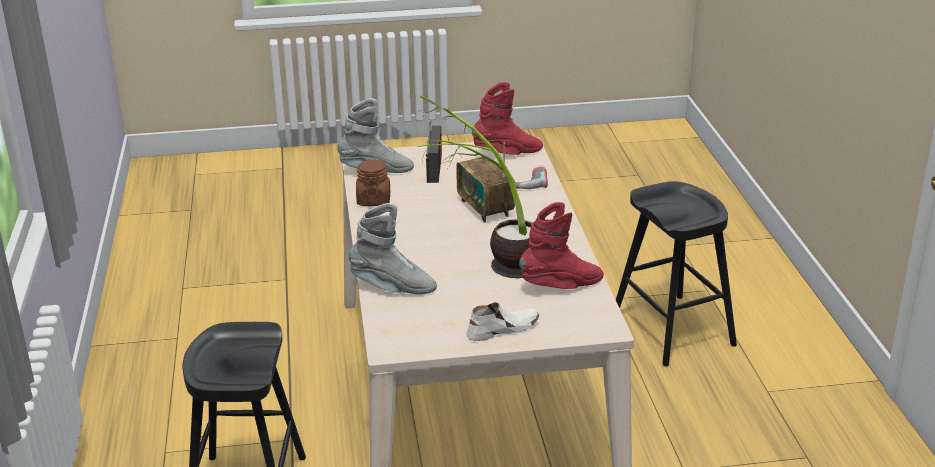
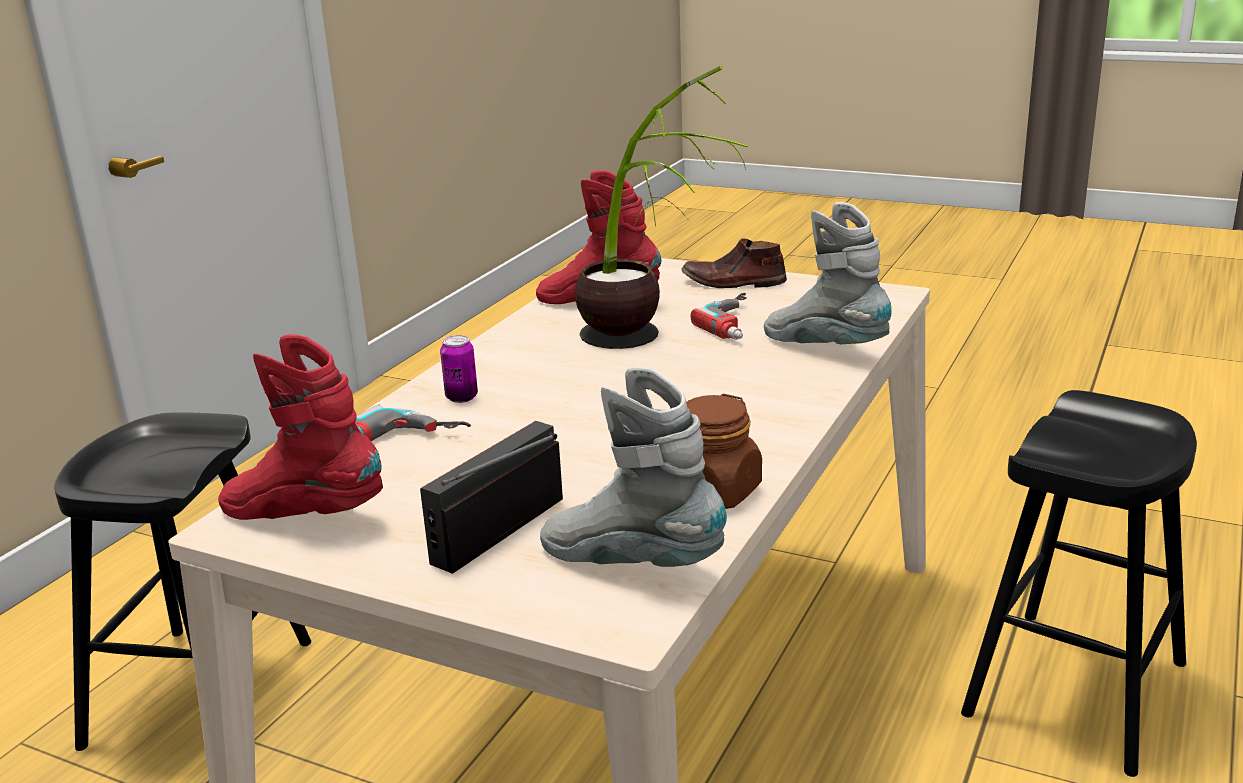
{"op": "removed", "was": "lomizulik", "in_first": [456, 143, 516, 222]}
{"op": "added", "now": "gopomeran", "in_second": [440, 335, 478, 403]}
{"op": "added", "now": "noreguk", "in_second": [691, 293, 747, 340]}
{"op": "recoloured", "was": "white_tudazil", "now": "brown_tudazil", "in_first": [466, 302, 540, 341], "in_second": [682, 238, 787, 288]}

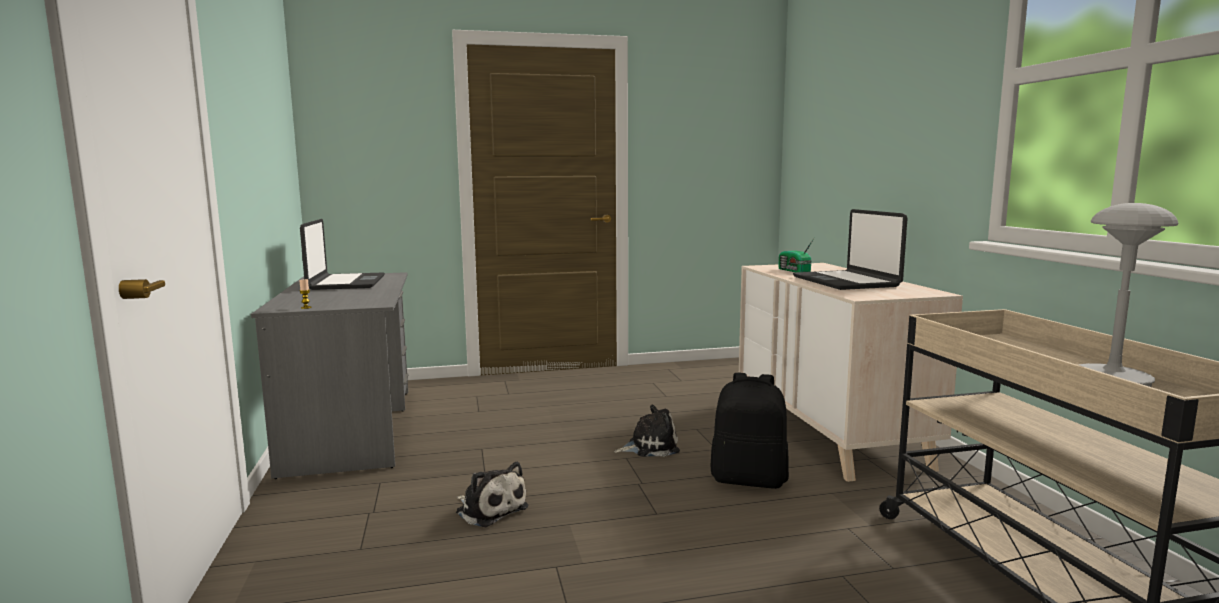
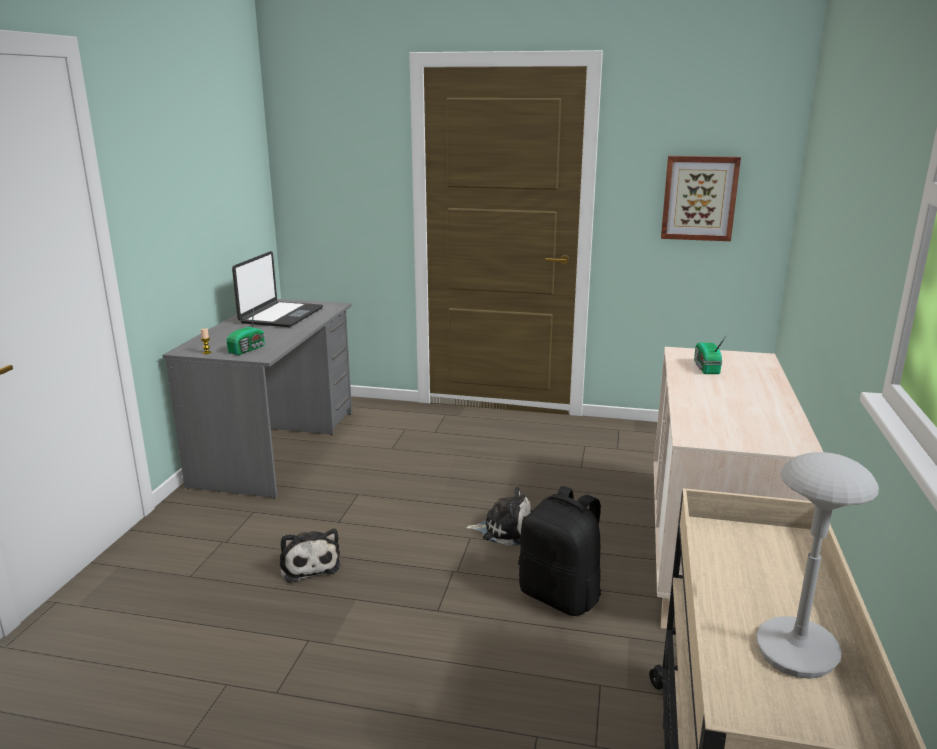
{"op": "removed", "was": "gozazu", "in_first": [793, 209, 907, 290]}
{"op": "added", "now": "lomizulik", "in_second": [226, 307, 265, 355]}
{"op": "added", "now": "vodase", "in_second": [661, 156, 741, 241]}

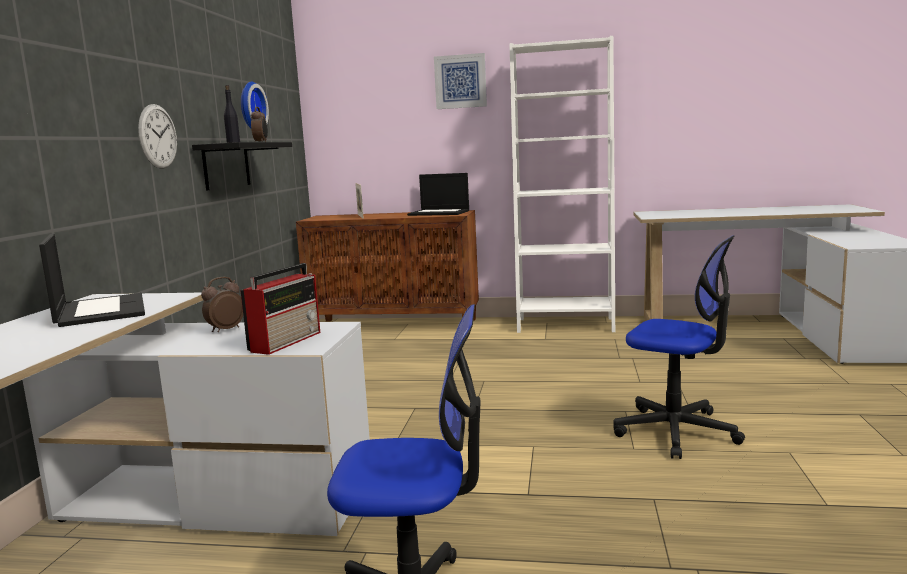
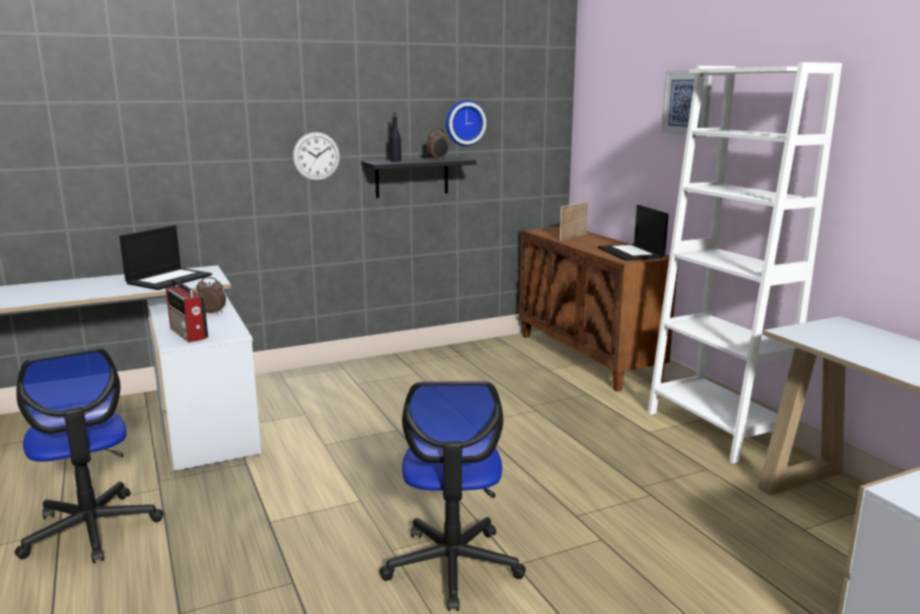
{"op": "turned", "was": "lomizulik", "in_first": [240, 263, 320, 355], "in_second": [166, 279, 208, 342], "clockwise": 60}

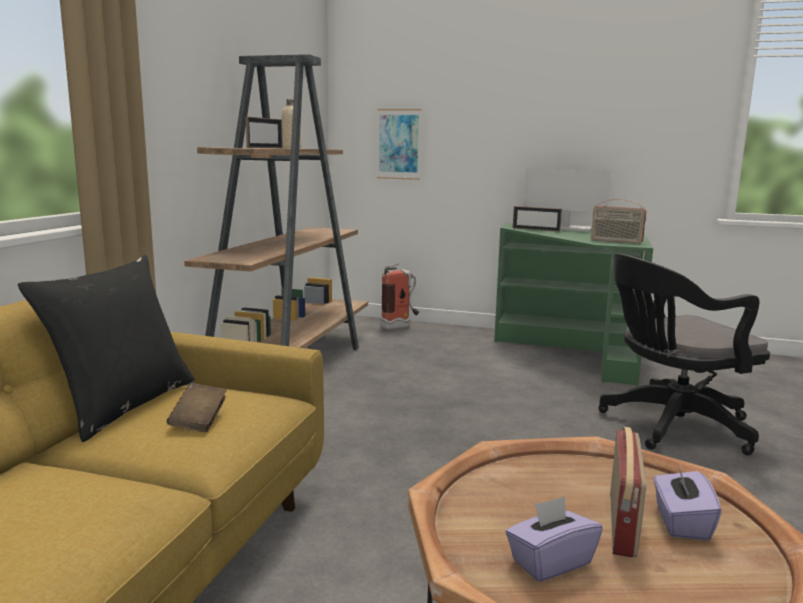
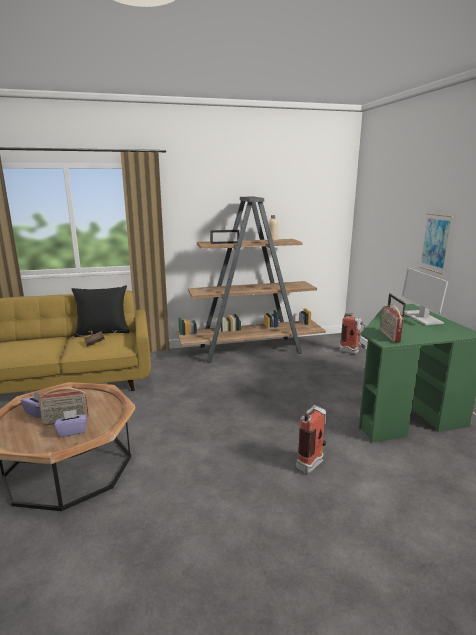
{"op": "moved", "was": "vodase", "in_first": [377, 109, 421, 180], "in_second": [419, 213, 453, 275]}
{"op": "replaced", "was": "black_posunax", "now": "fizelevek", "in_first": [598, 254, 770, 455], "in_second": [296, 405, 327, 474]}

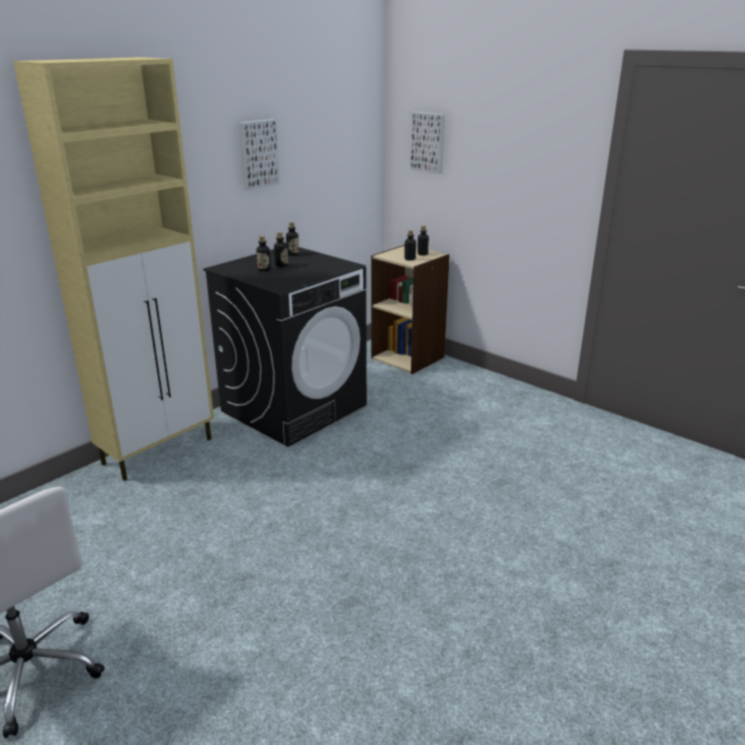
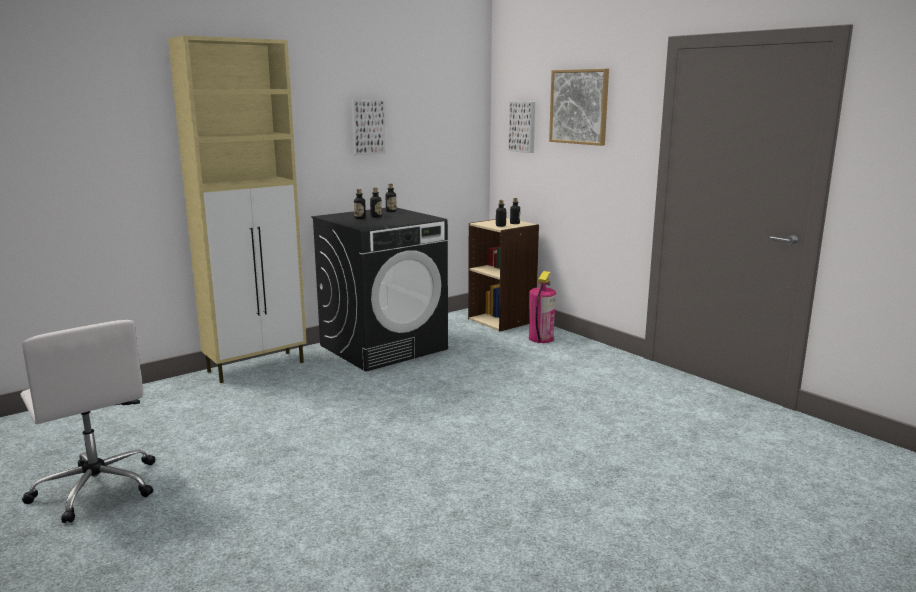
{"op": "added", "now": "fizelevek", "in_second": [529, 271, 557, 343]}
{"op": "added", "now": "vodase", "in_second": [549, 69, 609, 146]}

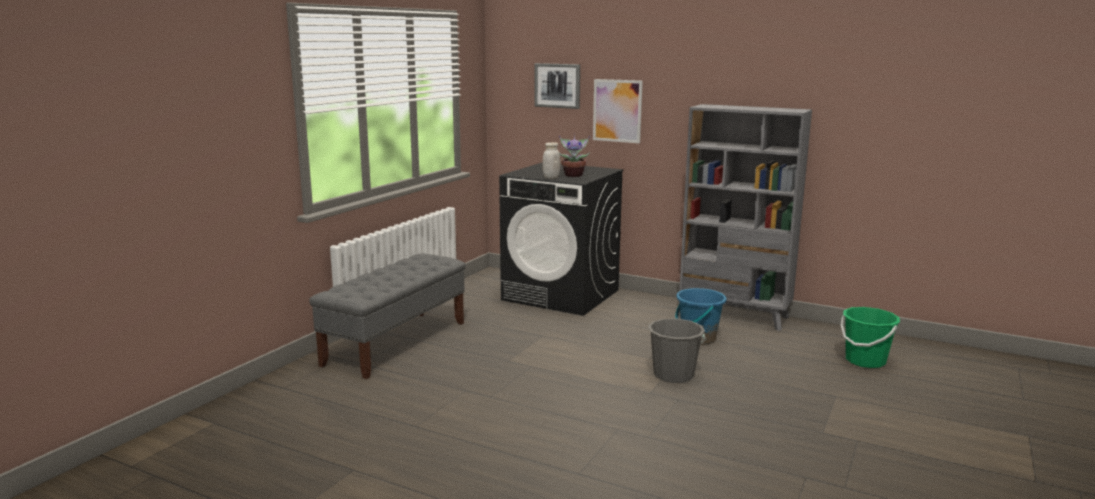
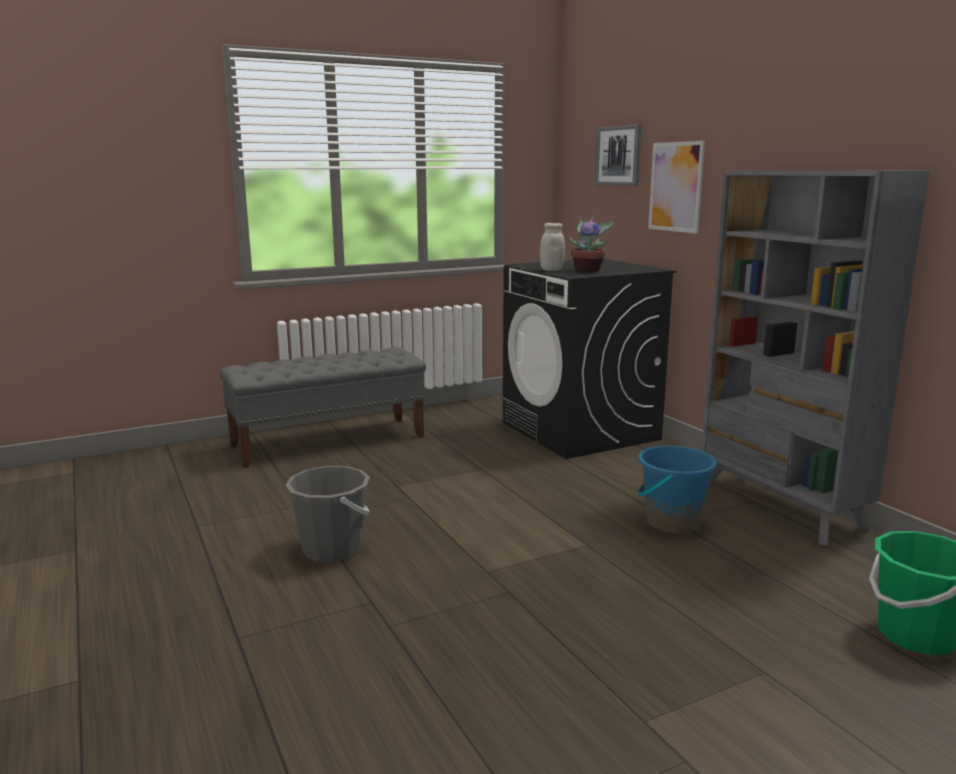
{"op": "moved", "was": "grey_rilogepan", "in_first": [648, 319, 706, 383], "in_second": [286, 466, 370, 562]}

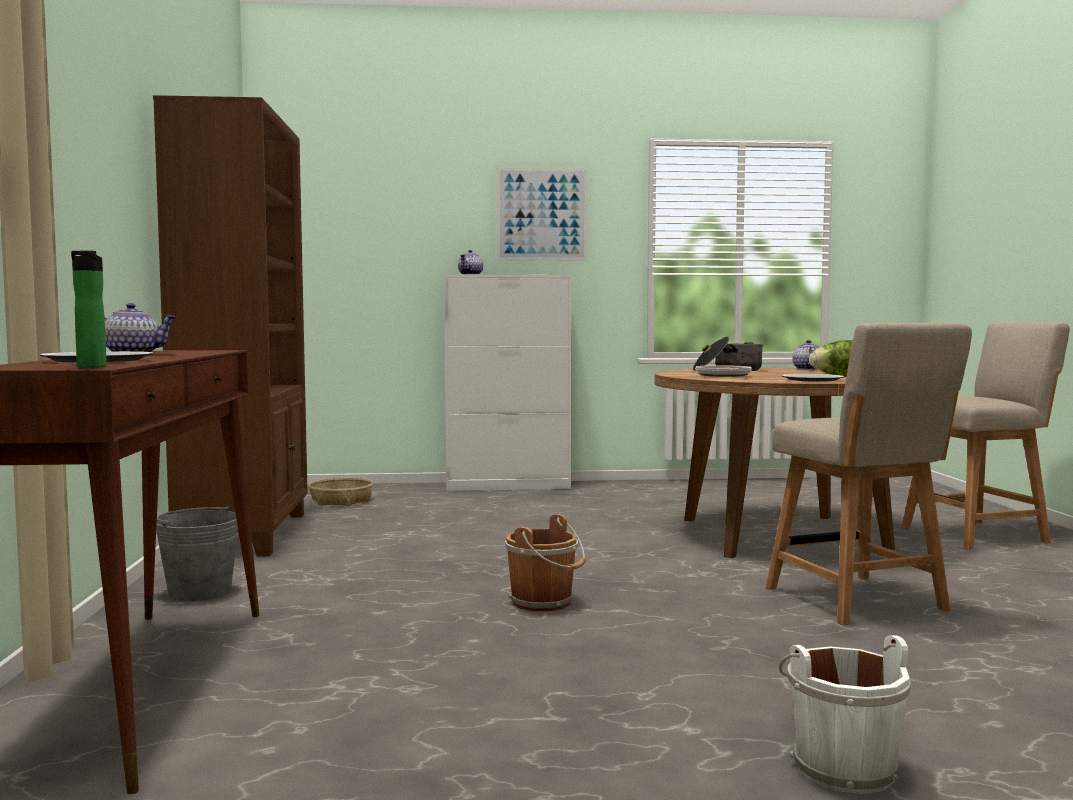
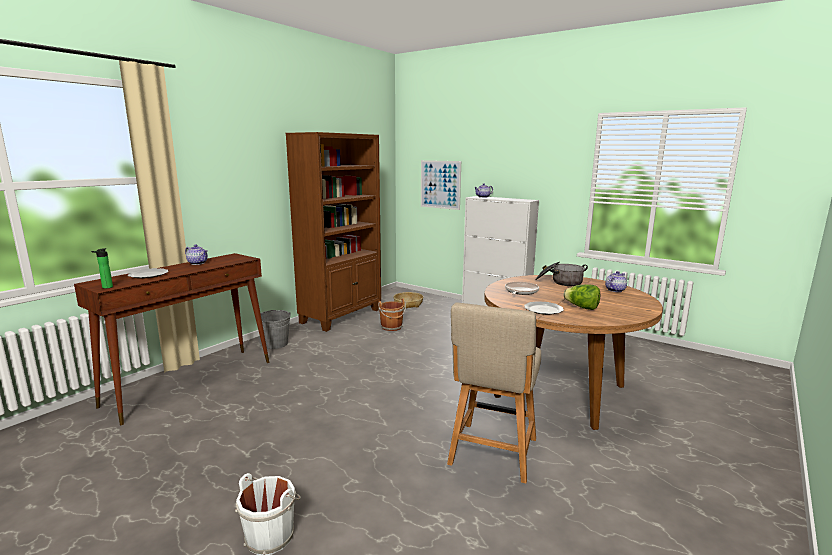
{"op": "removed", "was": "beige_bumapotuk", "in_first": [902, 321, 1070, 550]}
{"op": "moved", "was": "vodase", "in_first": [497, 168, 588, 261], "in_second": [421, 160, 461, 210]}
{"op": "moved", "was": "brown_rilogepan", "in_first": [505, 514, 586, 611], "in_second": [378, 298, 406, 331]}

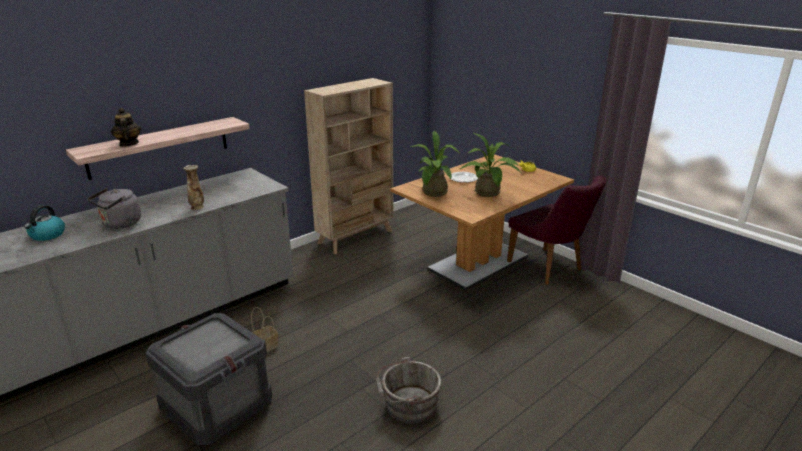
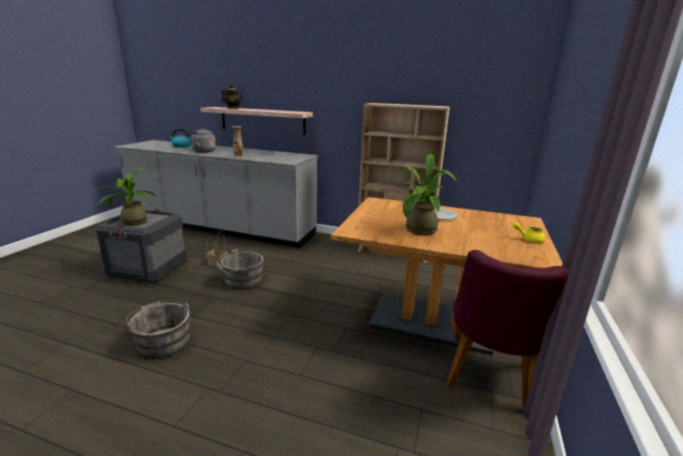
{"op": "added", "now": "grey_rilogepan", "in_second": [216, 249, 264, 290]}
{"op": "moved", "was": "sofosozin", "in_first": [410, 131, 459, 197], "in_second": [92, 167, 158, 226]}

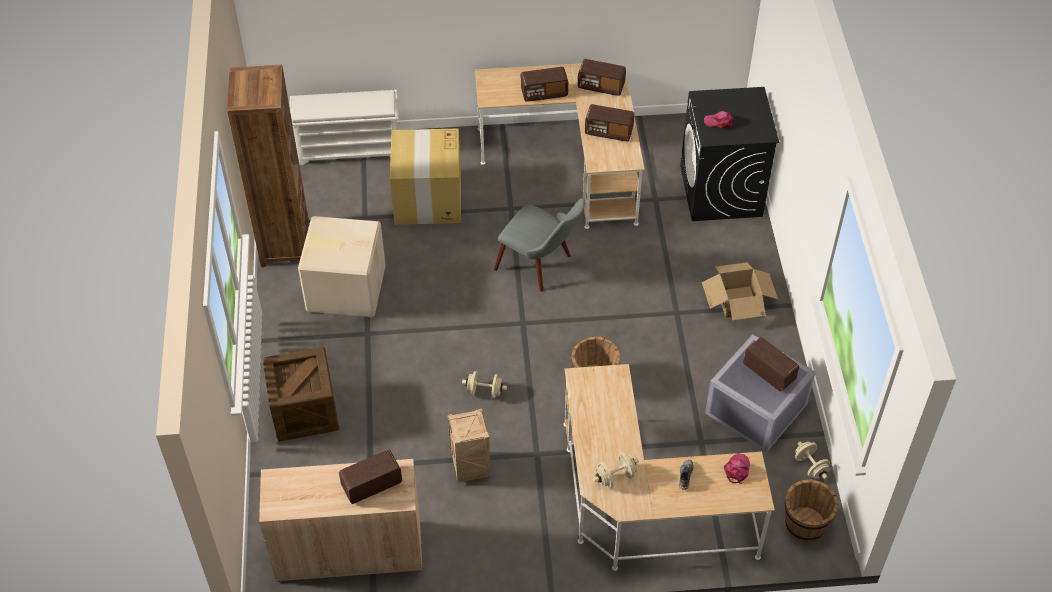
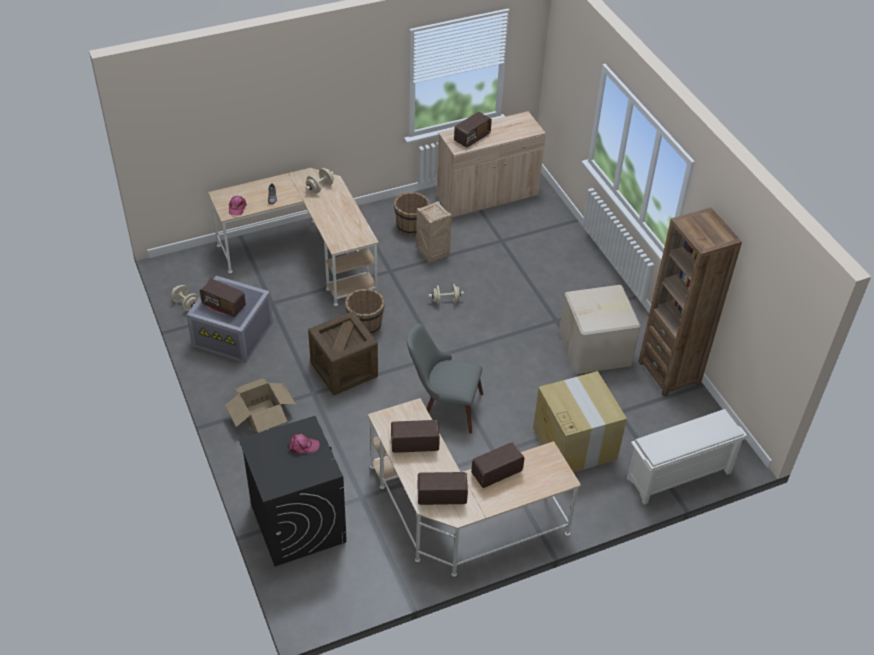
{"op": "moved", "was": "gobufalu", "in_first": [263, 347, 339, 442], "in_second": [308, 311, 378, 395]}
{"op": "moved", "was": "brown_rilogepan", "in_first": [785, 479, 839, 542], "in_second": [394, 192, 430, 236]}

